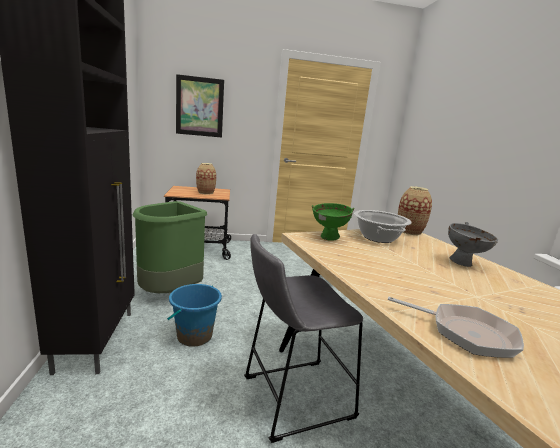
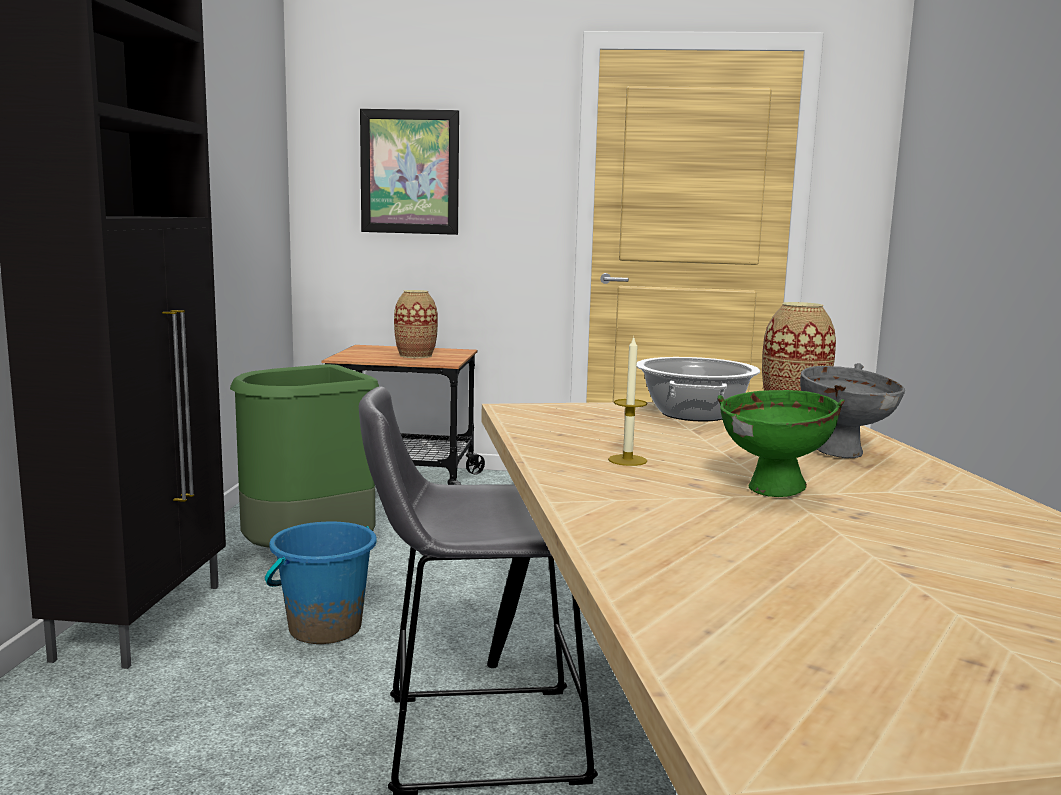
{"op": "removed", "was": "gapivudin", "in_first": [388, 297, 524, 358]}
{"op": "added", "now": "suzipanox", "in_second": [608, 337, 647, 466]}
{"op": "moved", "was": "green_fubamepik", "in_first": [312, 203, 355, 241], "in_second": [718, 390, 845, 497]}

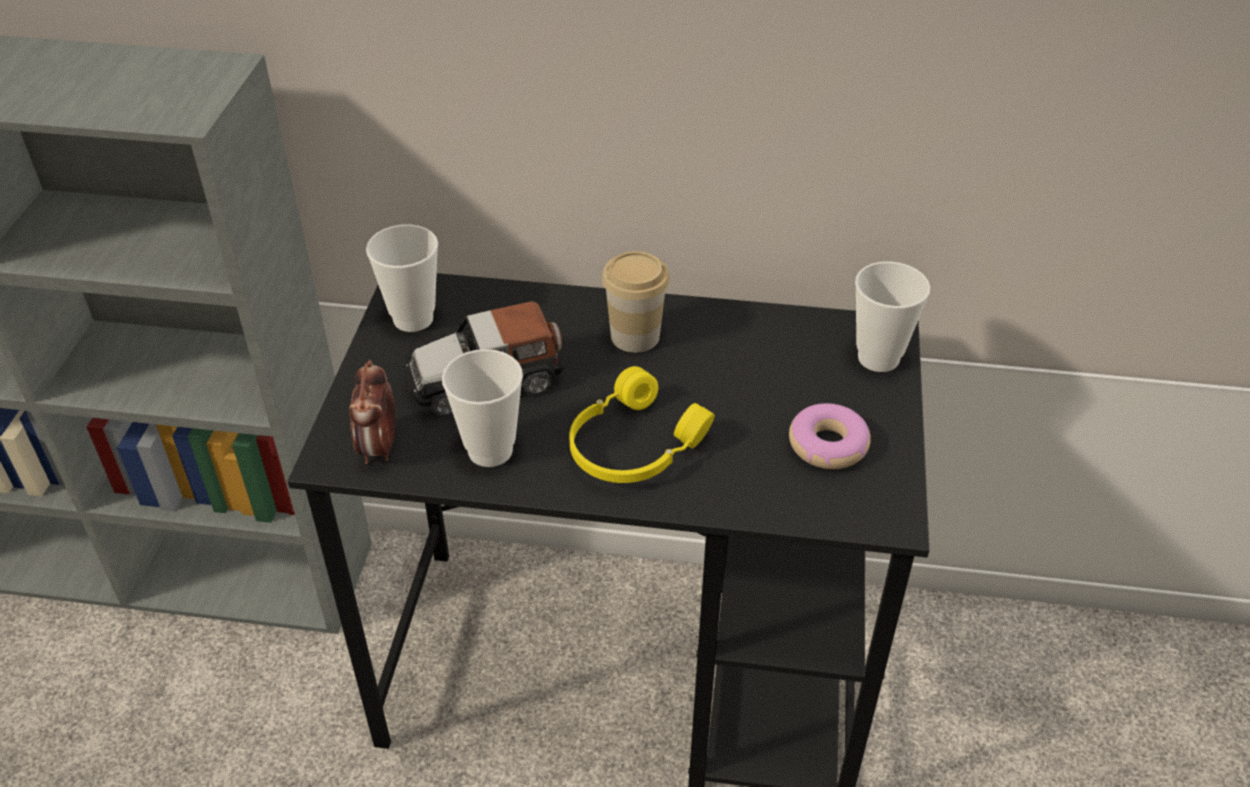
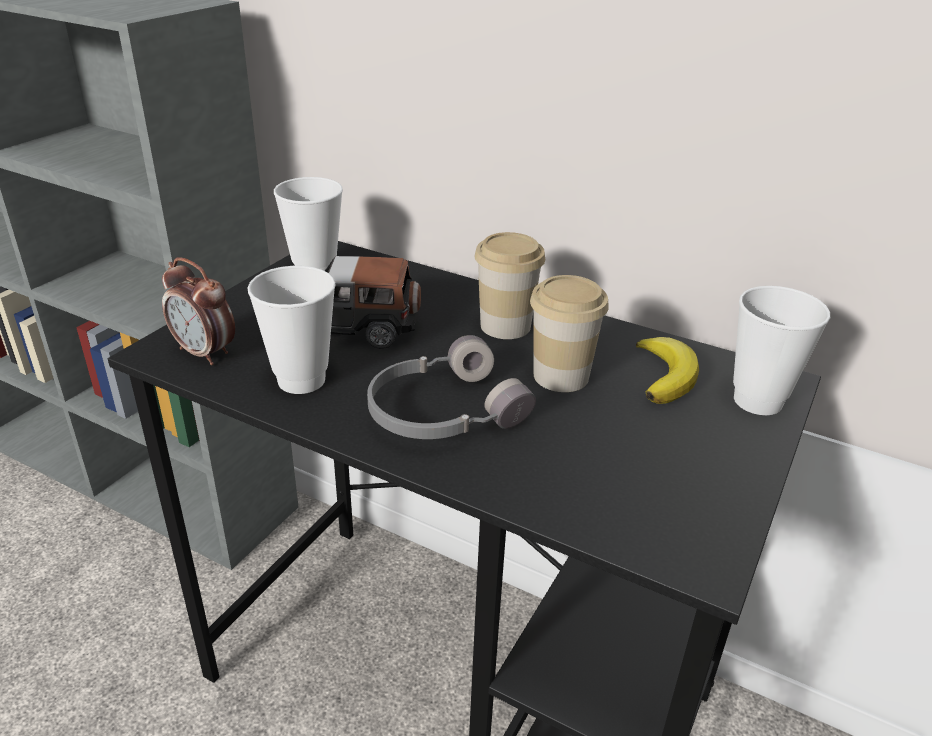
{"op": "removed", "was": "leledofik", "in_first": [789, 403, 871, 469]}
{"op": "added", "now": "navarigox", "in_second": [530, 275, 609, 392]}
{"op": "added", "now": "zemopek", "in_second": [636, 337, 699, 404]}
{"op": "recoloured", "was": "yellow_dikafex", "now": "grey_dikafex", "in_first": [569, 366, 715, 483], "in_second": [367, 335, 536, 439]}
{"op": "turned", "was": "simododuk", "in_first": [349, 360, 396, 464], "in_second": [162, 257, 235, 365], "clockwise": -75}

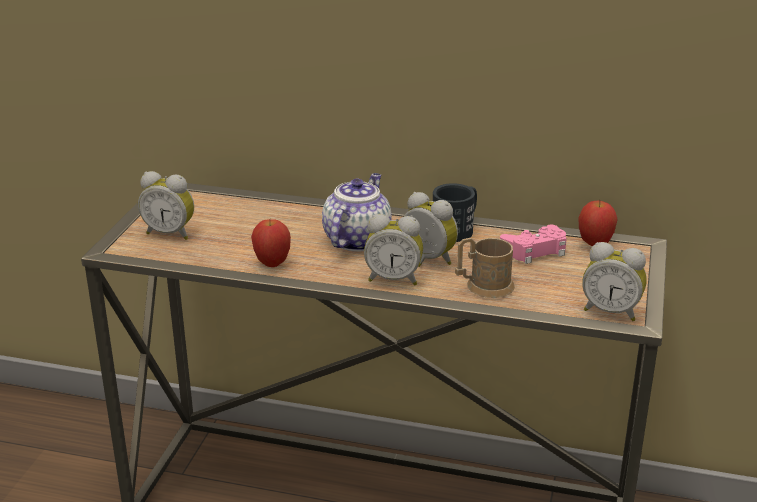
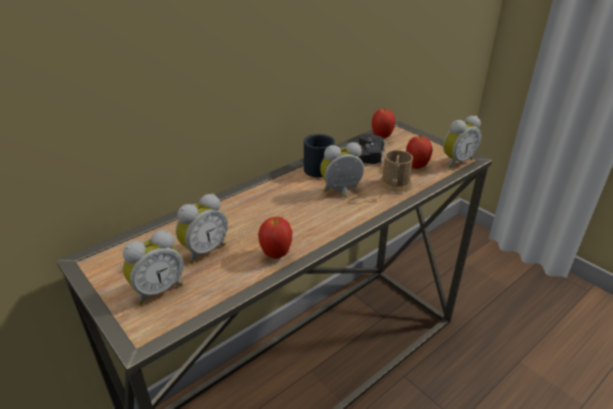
{"op": "removed", "was": "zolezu", "in_first": [322, 173, 392, 251]}
{"op": "added", "now": "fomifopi", "in_second": [406, 136, 433, 169]}
{"op": "moved", "was": "simododuk", "in_first": [364, 214, 423, 285], "in_second": [176, 194, 228, 263]}
{"op": "recoloured", "was": "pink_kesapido", "now": "black_kesapido", "in_first": [500, 224, 567, 264], "in_second": [359, 135, 385, 164]}

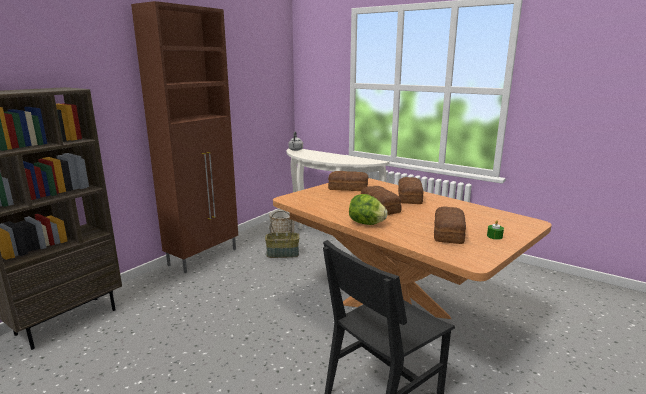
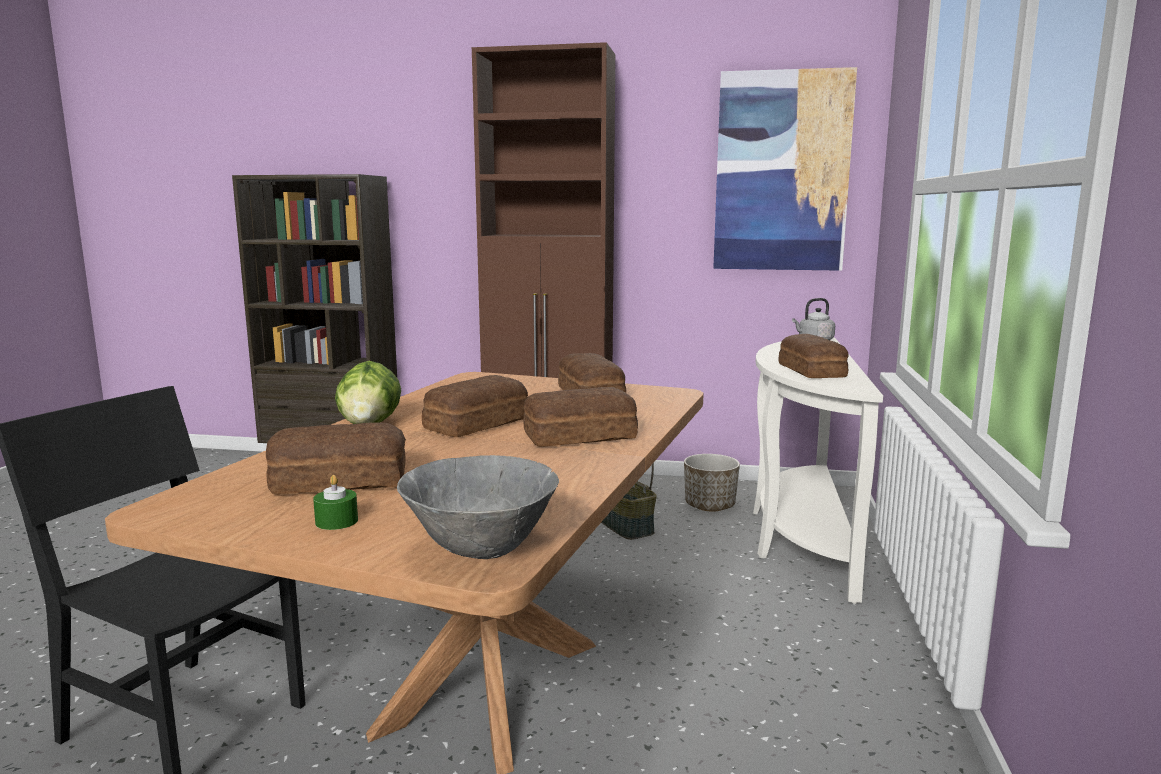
{"op": "added", "now": "grey_fubamepik", "in_second": [397, 455, 559, 559]}
{"op": "added", "now": "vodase", "in_second": [713, 67, 857, 271]}
{"op": "added", "now": "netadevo", "in_second": [778, 334, 848, 378]}

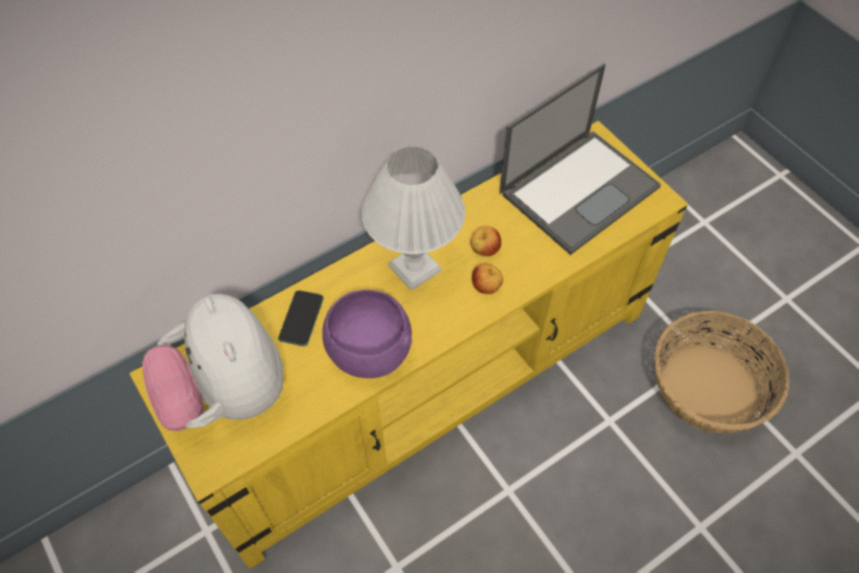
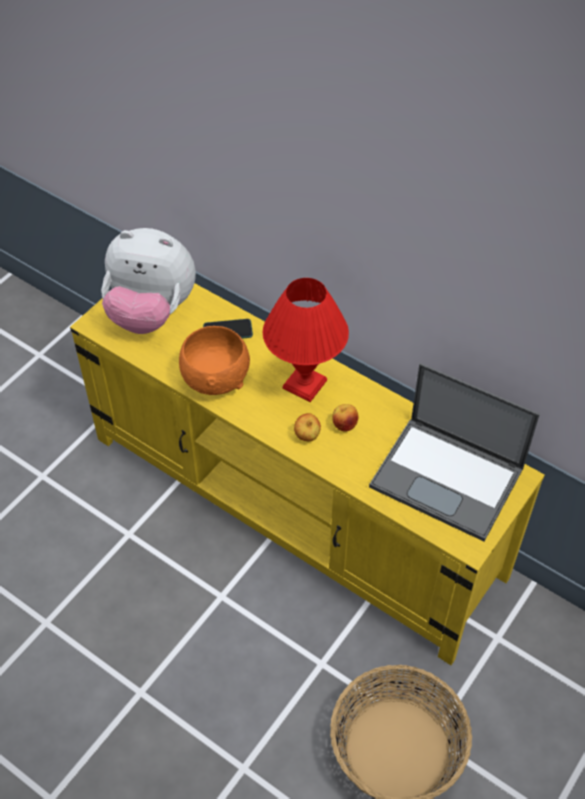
{"op": "recoloured", "was": "purple_fubamepik", "now": "orange_fubamepik", "in_first": [322, 290, 412, 378], "in_second": [179, 326, 250, 395]}
{"op": "recoloured", "was": "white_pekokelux", "now": "red_pekokelux", "in_first": [361, 146, 465, 291], "in_second": [263, 278, 349, 402]}
{"op": "turned", "was": "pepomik", "in_first": [142, 294, 283, 431], "in_second": [101, 228, 196, 334], "clockwise": -120}

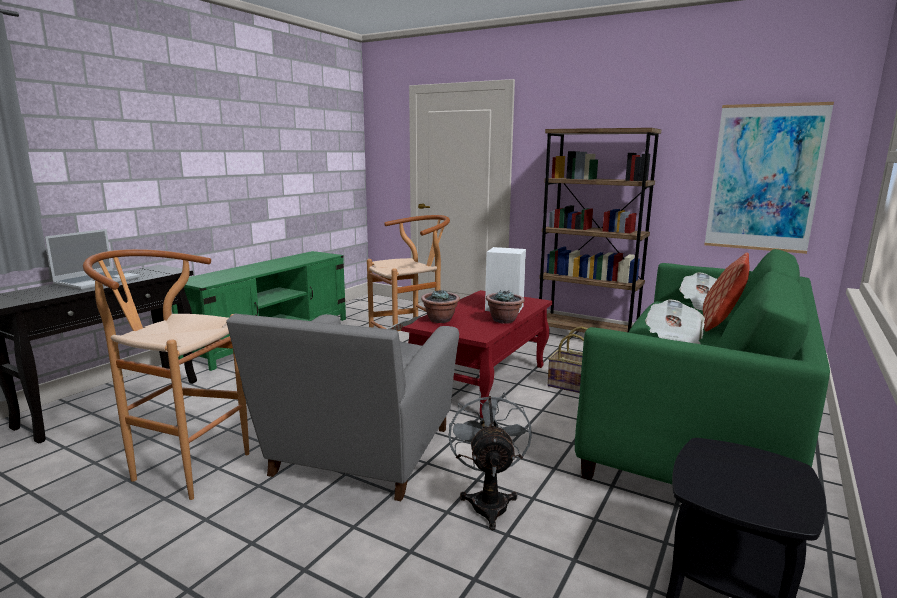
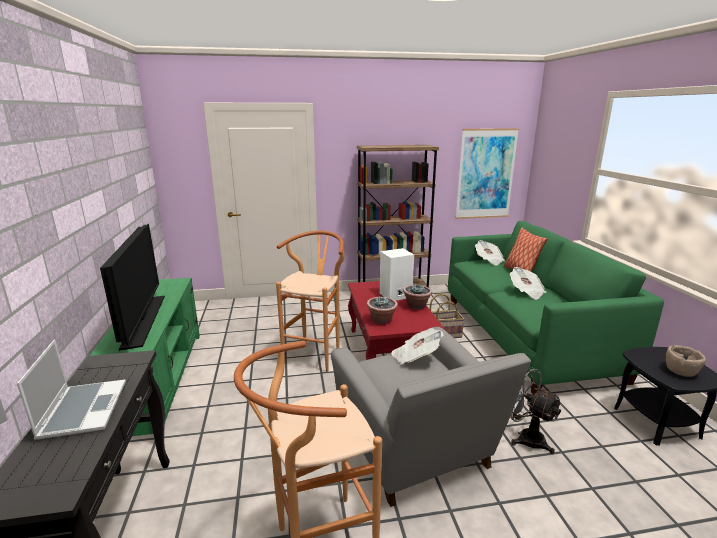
{"op": "added", "now": "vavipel", "in_second": [100, 224, 165, 351]}
{"op": "added", "now": "brown_fubamepik", "in_second": [666, 345, 706, 377]}

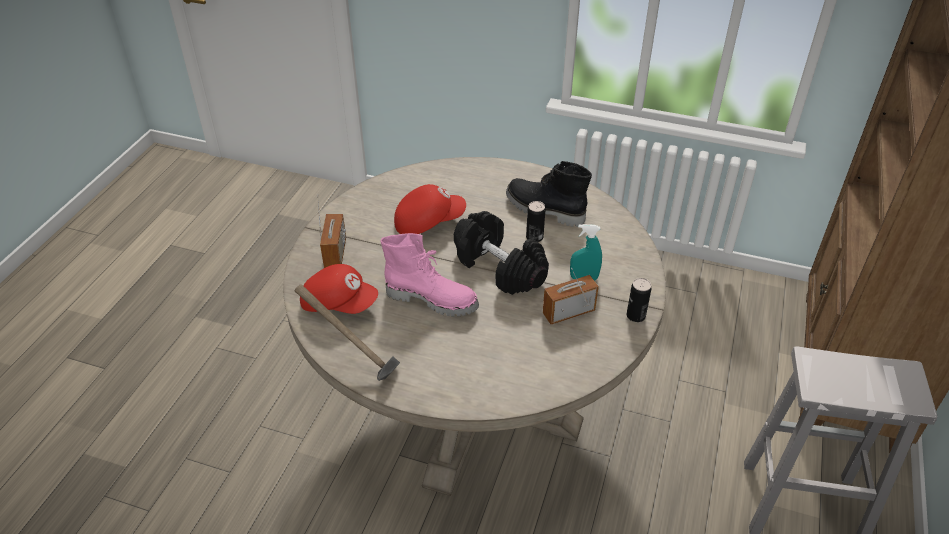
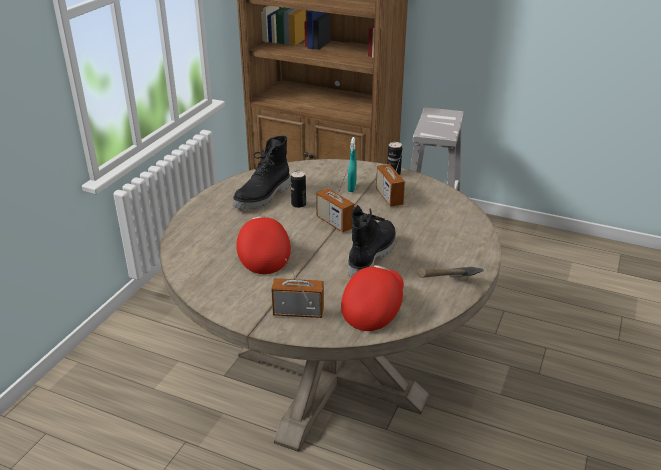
{"op": "replaced", "was": "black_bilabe", "now": "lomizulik", "in_first": [454, 211, 549, 295], "in_second": [316, 169, 355, 232]}
{"op": "recoloured", "was": "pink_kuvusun", "now": "black_kuvusun", "in_first": [380, 233, 479, 316], "in_second": [348, 205, 396, 278]}

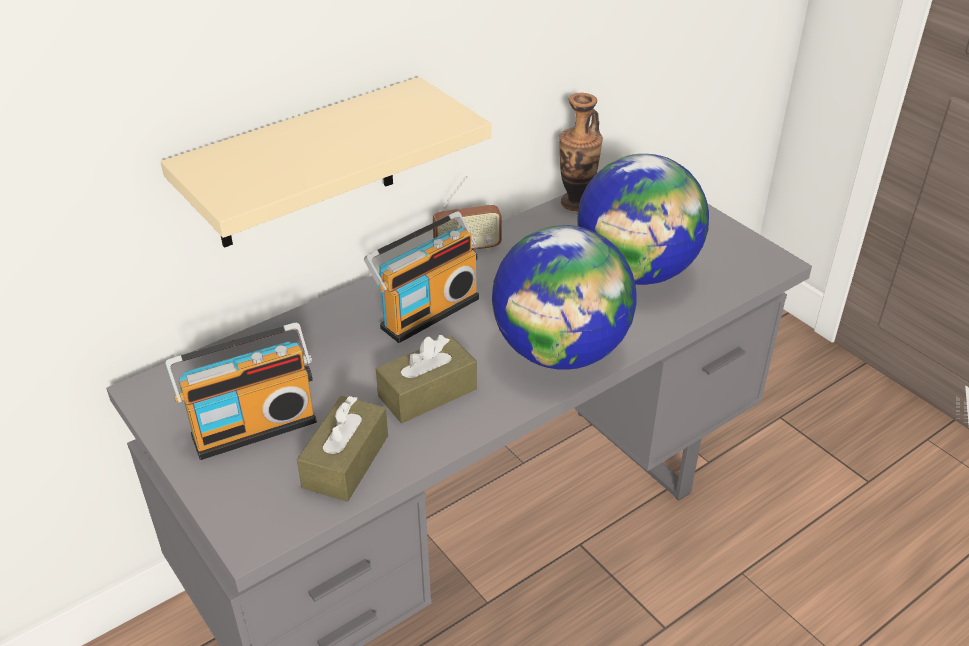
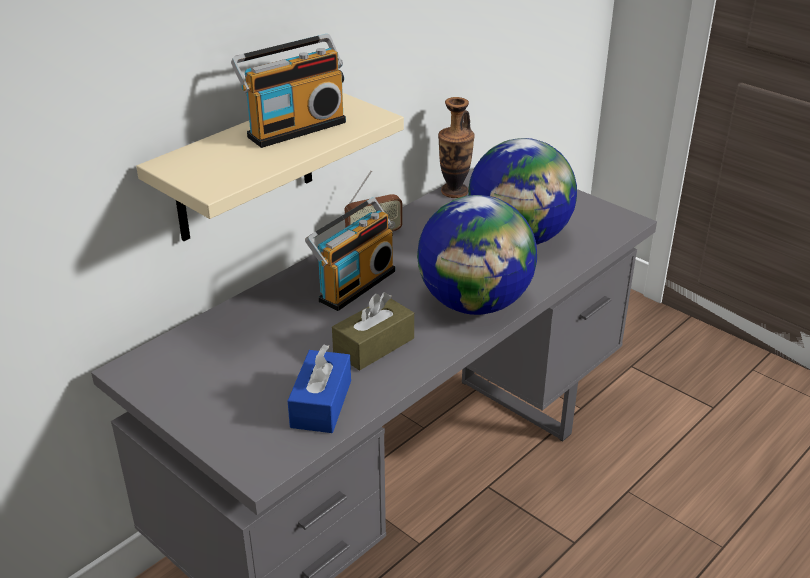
{"op": "moved", "was": "lomizulik", "in_first": [165, 323, 317, 460], "in_second": [231, 34, 346, 148]}
{"op": "recoloured", "was": "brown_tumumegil", "now": "blue_tumumegil", "in_first": [297, 396, 388, 502], "in_second": [288, 345, 351, 433]}

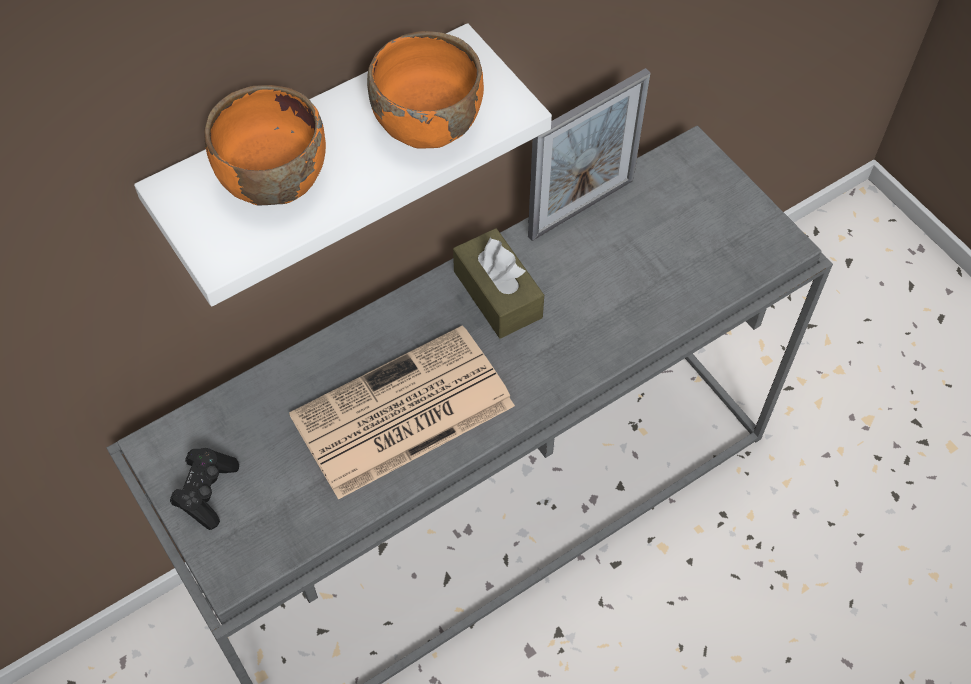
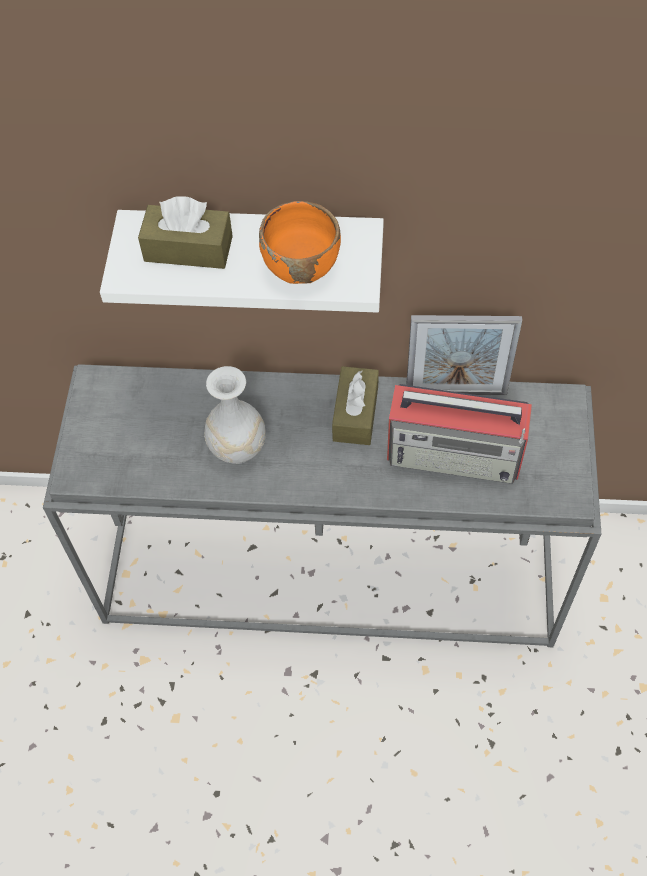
{"op": "removed", "was": "black_kesapido", "in_first": [170, 448, 239, 530]}
{"op": "added", "now": "lomizulik", "in_second": [387, 384, 532, 484]}
{"op": "replaced", "was": "orange_fubamepik", "now": "brown_tumumegil", "in_first": [204, 85, 326, 206], "in_second": [138, 196, 233, 269]}
{"op": "replaced", "was": "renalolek", "now": "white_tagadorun", "in_first": [289, 325, 515, 500], "in_second": [204, 366, 266, 464]}

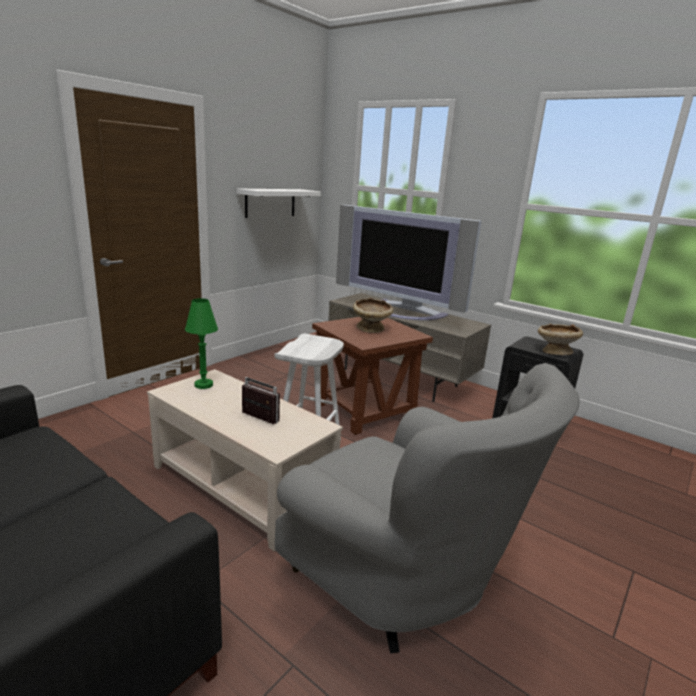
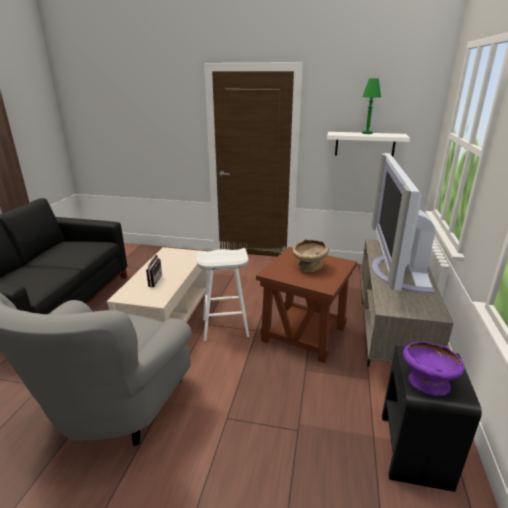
{"op": "moved", "was": "green_pekokelux", "in_first": [185, 298, 218, 389], "in_second": [362, 79, 381, 134]}
{"op": "recoloured", "was": "beige_fubamepik", "now": "purple_fubamepik", "in_first": [538, 323, 583, 355], "in_second": [403, 341, 465, 396]}

